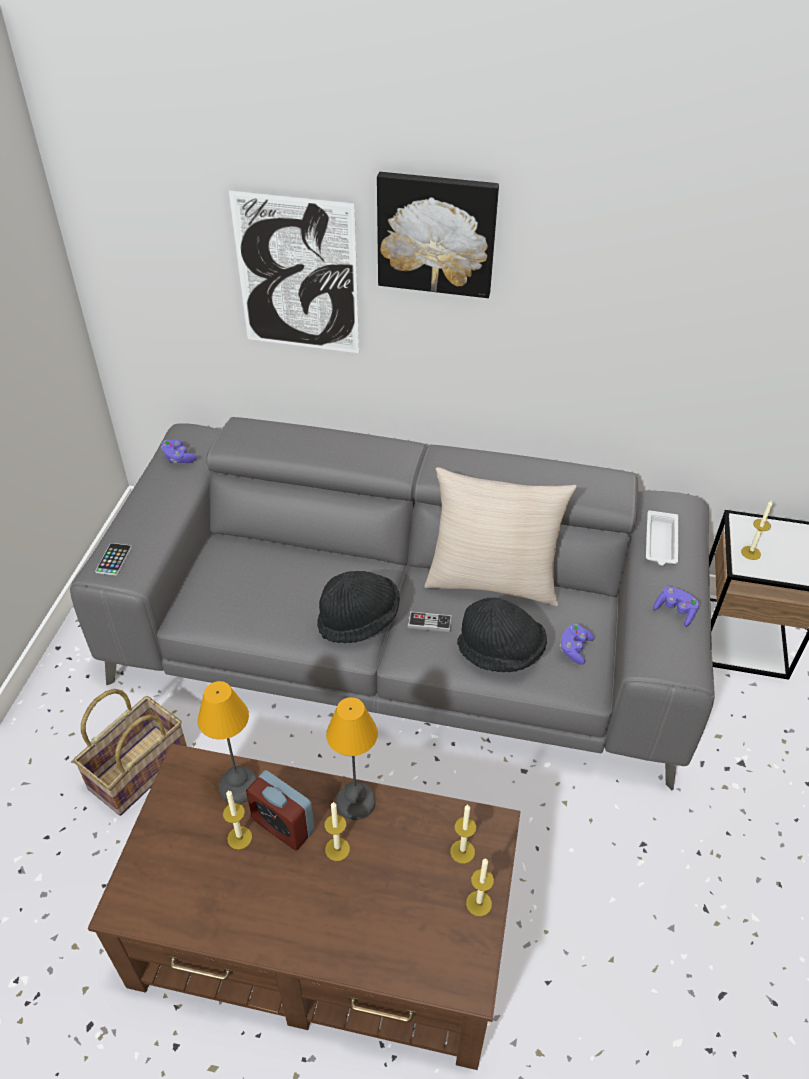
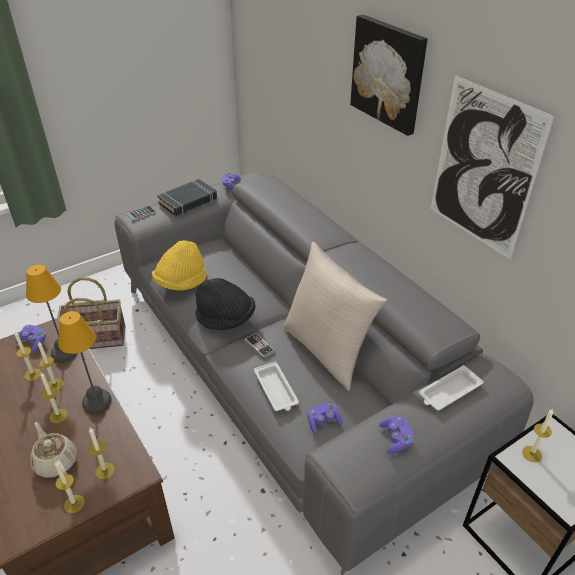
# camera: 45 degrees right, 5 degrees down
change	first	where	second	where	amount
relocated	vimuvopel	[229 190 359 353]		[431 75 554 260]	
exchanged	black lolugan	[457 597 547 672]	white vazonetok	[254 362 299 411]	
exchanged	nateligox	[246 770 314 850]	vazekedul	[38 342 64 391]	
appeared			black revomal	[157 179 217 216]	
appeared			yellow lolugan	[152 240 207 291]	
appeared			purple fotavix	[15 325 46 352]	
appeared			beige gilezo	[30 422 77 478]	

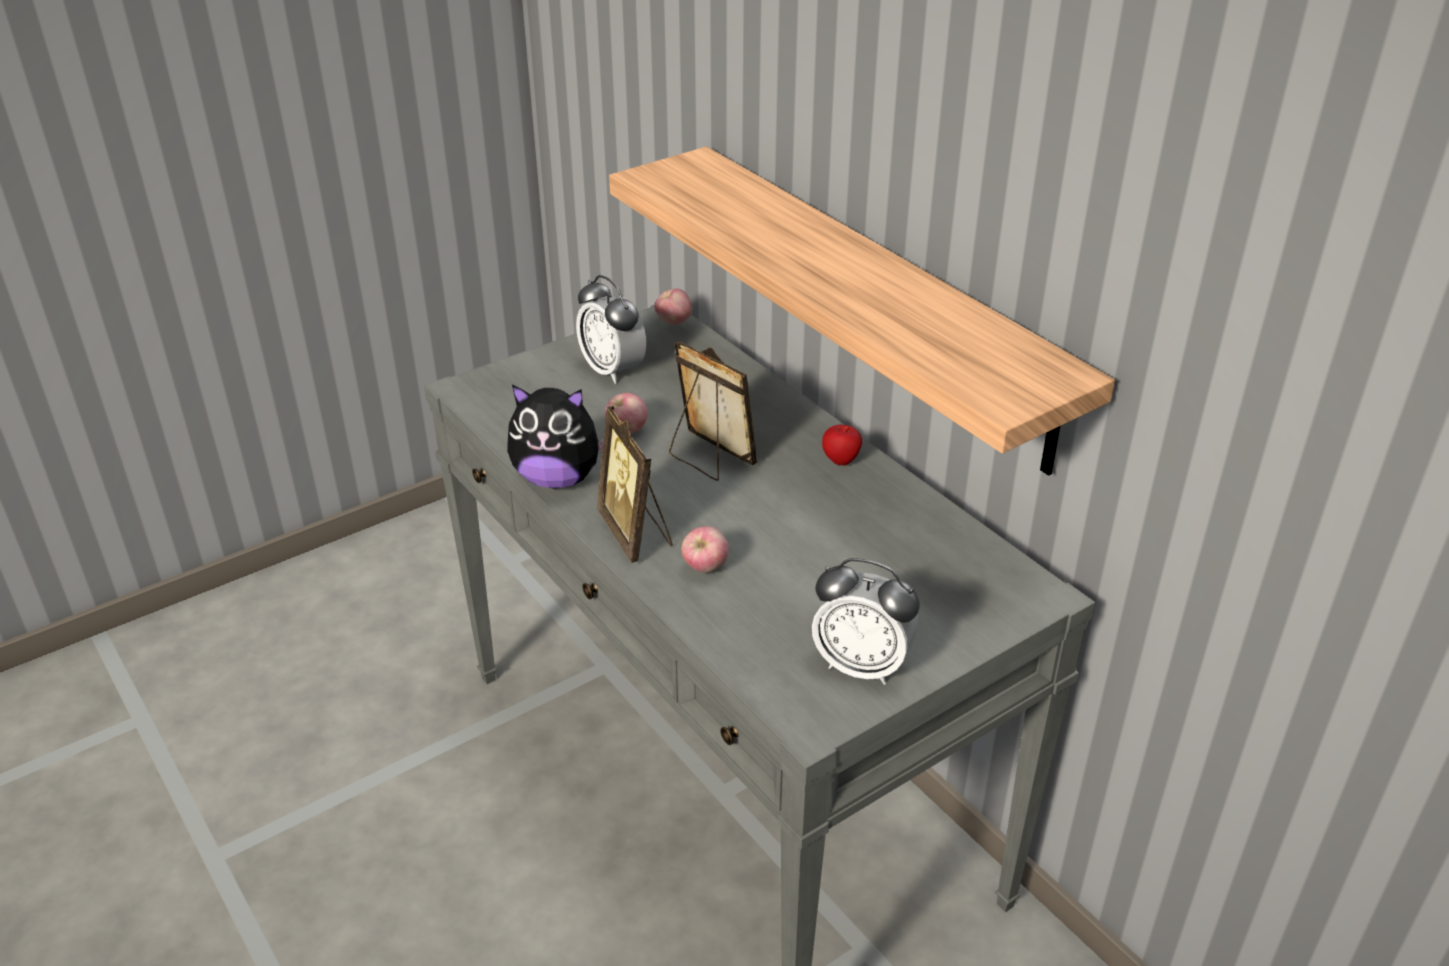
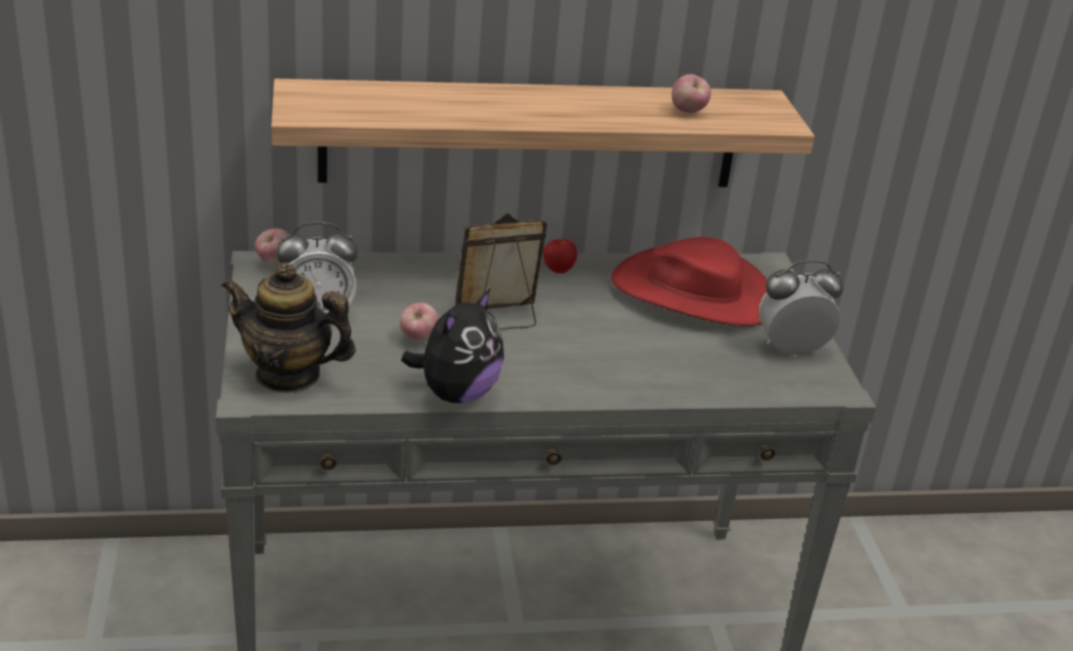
# camera: 65 degrees left, 5 degrees down
change	first	where	second	where	amount
missing	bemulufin	[597 406 673 563]			
relocated	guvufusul	[681 526 729 573]		[672 74 711 113]	
spun	nateligox	[812 558 920 685]		[759 260 844 357]	150 degrees counterclockwise
appeared			red lolugan	[611 237 767 326]	
appeared			gilezo	[221 263 356 393]	

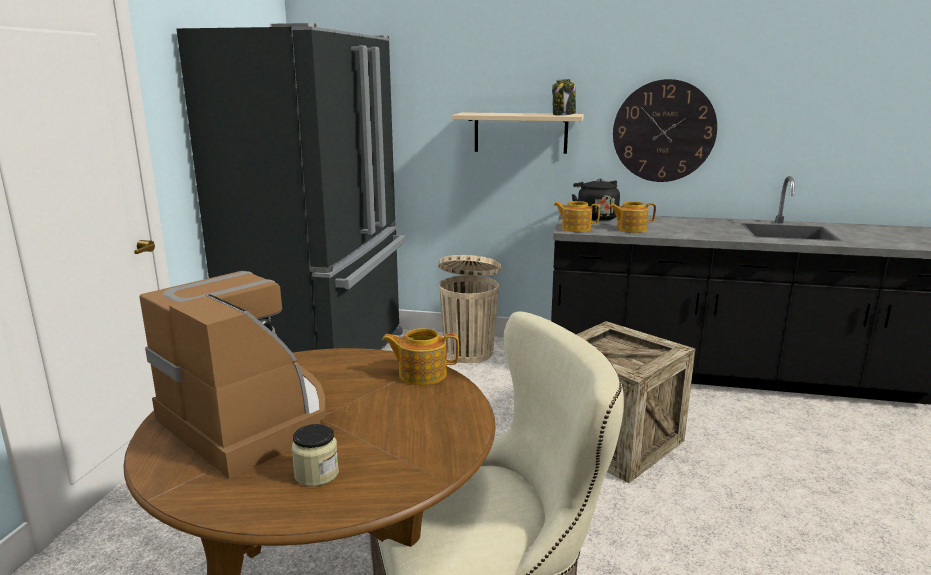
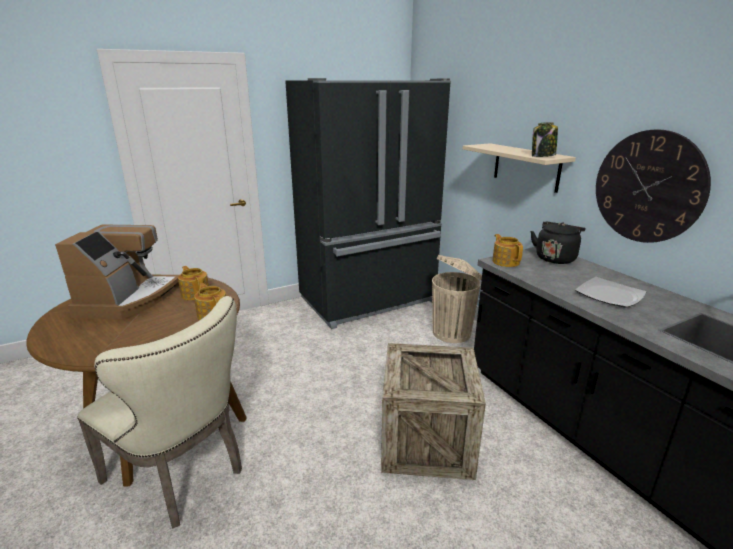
# camera: 50 degrees right, 5 degrees up
change	first	where	second	where	amount
relocated	gilezo	[609 202 656 233]		[178 266 209 300]	
missing	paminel	[292 424 339 487]			
appeared			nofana	[575 277 646 308]	

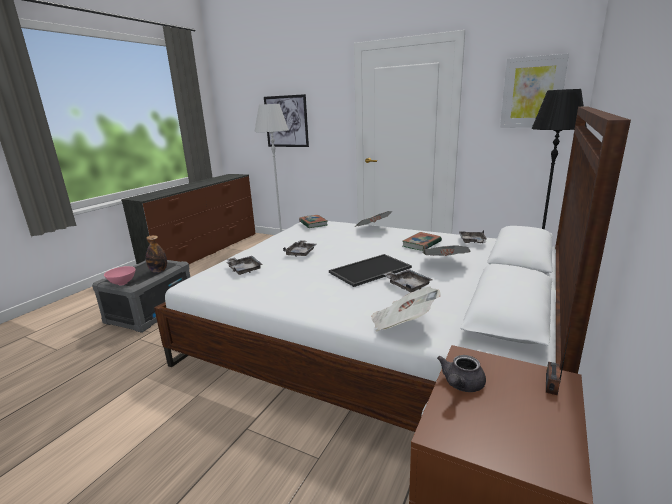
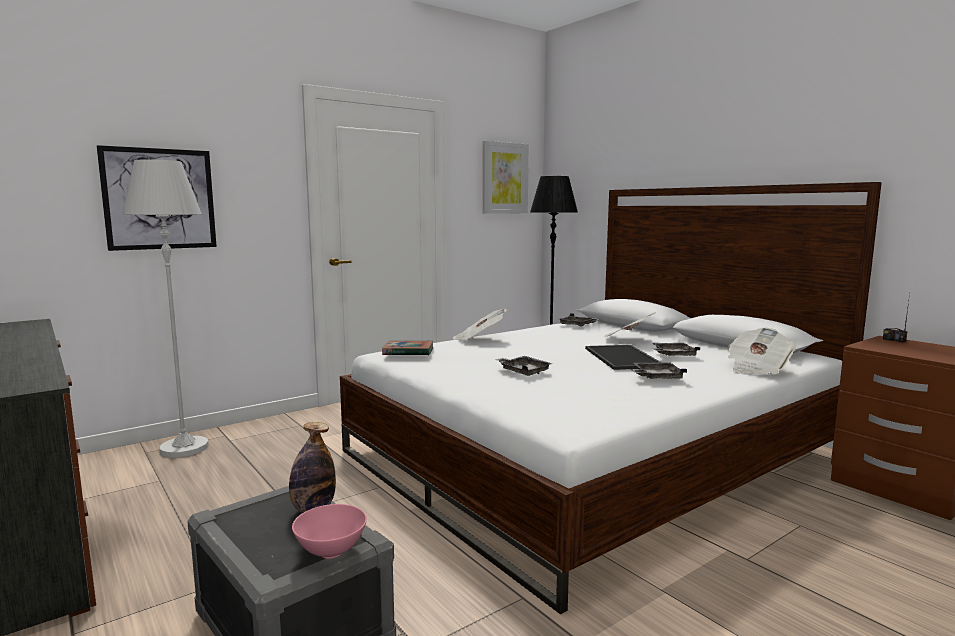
# camera: 65 degrees left, 10 degrees down
change	first	where	second	where	amount
missing	revomal	[402 232 442 251]			
relocated	grey vazonetok	[226 256 263 275]		[631 362 687 379]	
missing	grey gilezo	[437 355 486 392]			

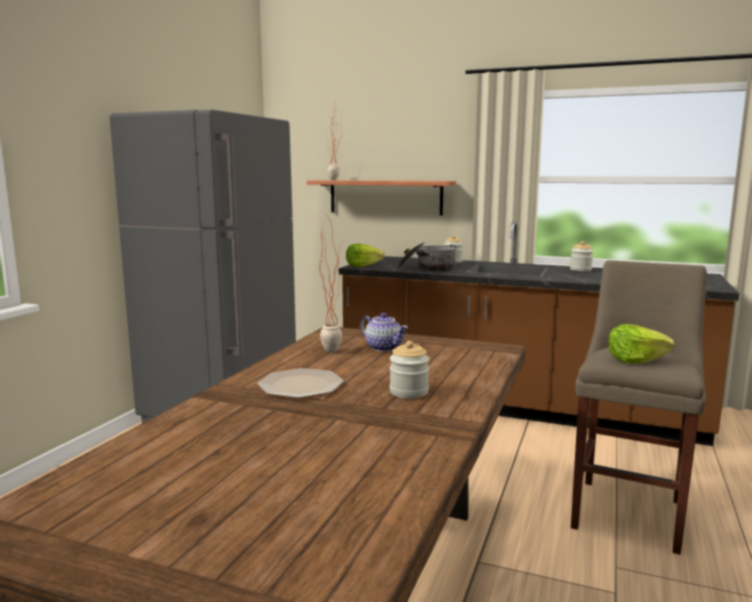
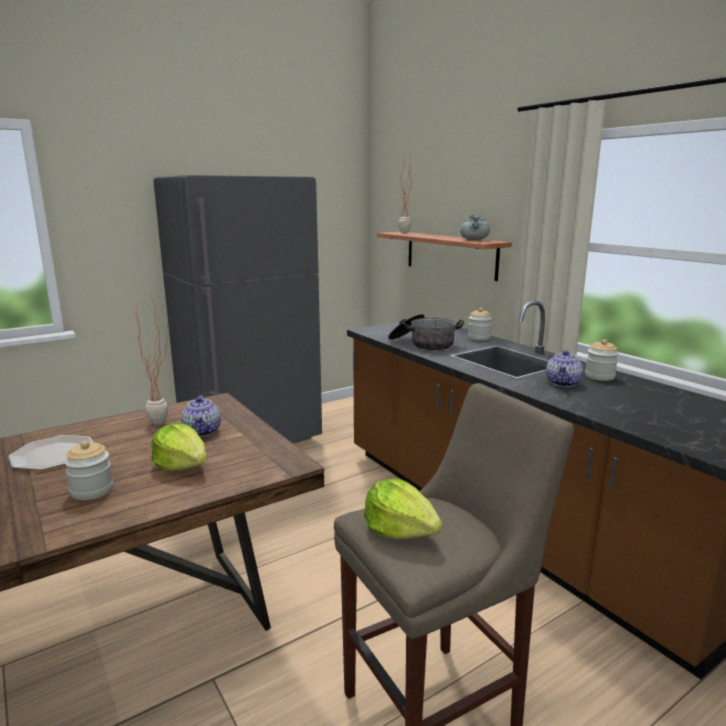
# camera: 35 degrees right, 5 degrees up
change	first	where	second	where	amount
relocated	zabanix	[346 244 385 267]		[151 423 207 470]	
appeared			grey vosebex	[460 214 490 240]	
appeared			gilezo	[546 350 583 387]	

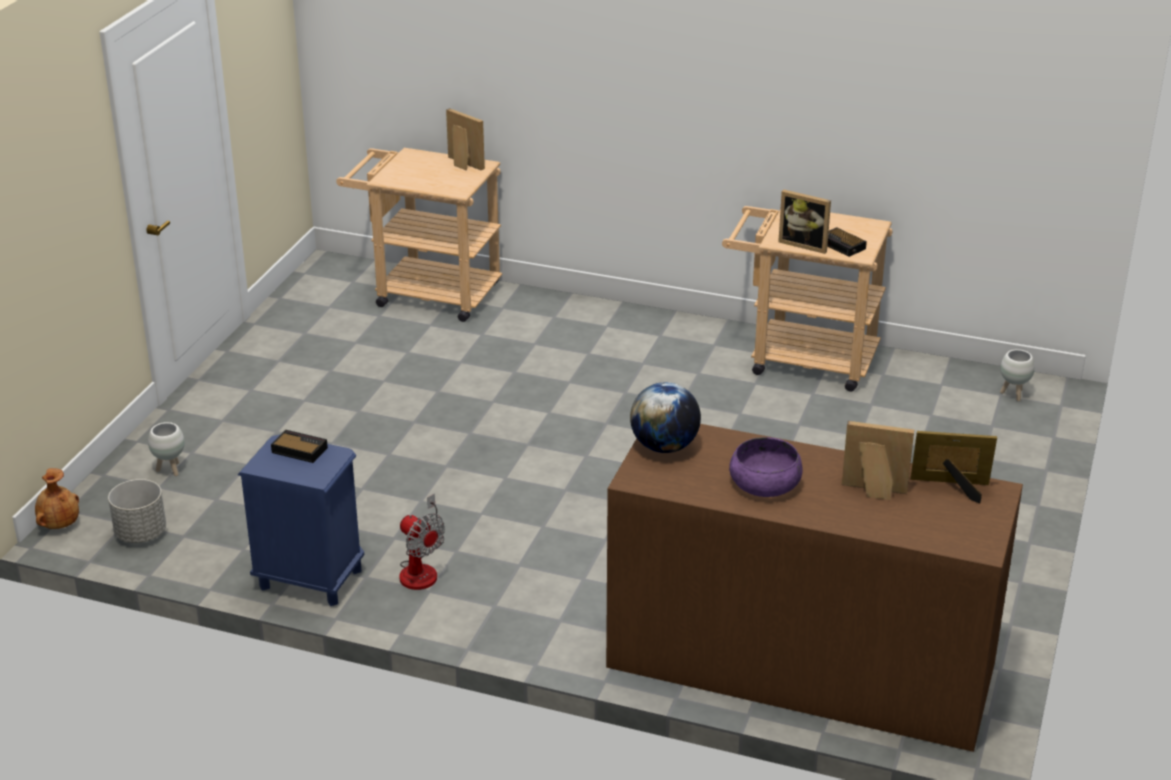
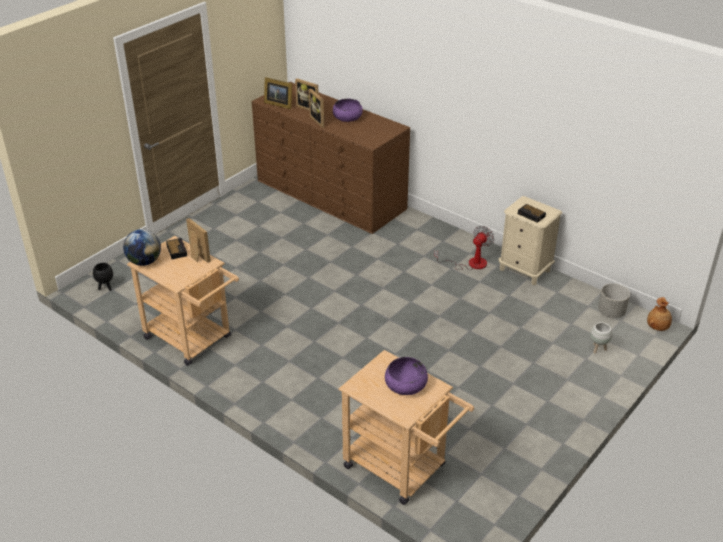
# camera: 160 degrees left, 5 degrees up
change	first	where	second	where	amount
relocated	bemulufin	[446 108 485 170]		[309 89 325 128]	
colour	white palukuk	[1000 349 1035 401]	black palukuk	[93 263 113 291]	
relocated	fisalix	[630 382 701 453]		[123 229 161 266]	
colour	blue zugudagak	[238 434 364 606]	beige zugudagak	[499 196 563 285]	
spun	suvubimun	[399 493 445 590]		[434 226 494 270]	60 degrees clockwise
appeared			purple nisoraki	[385 357 428 395]	

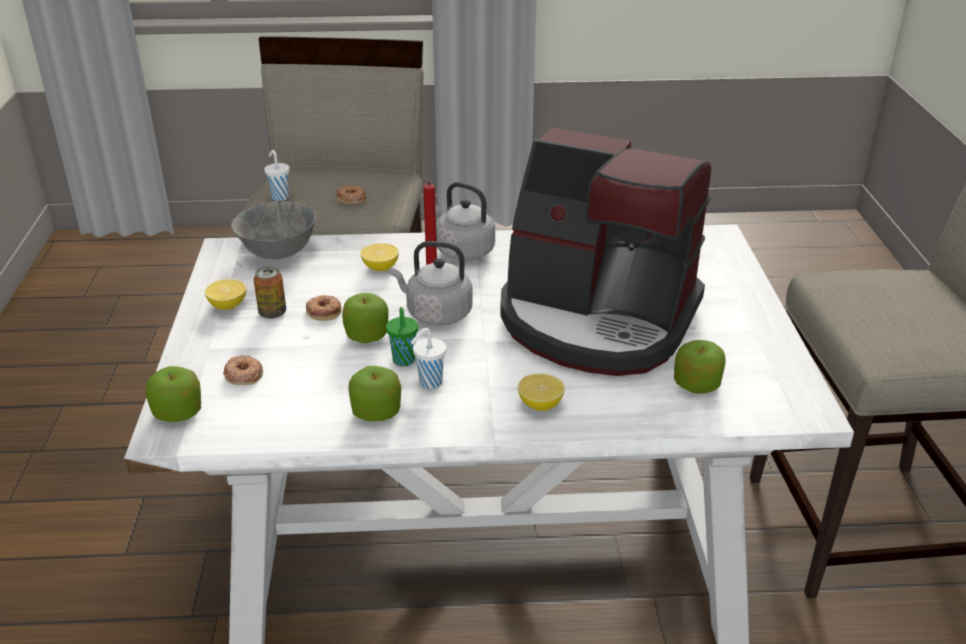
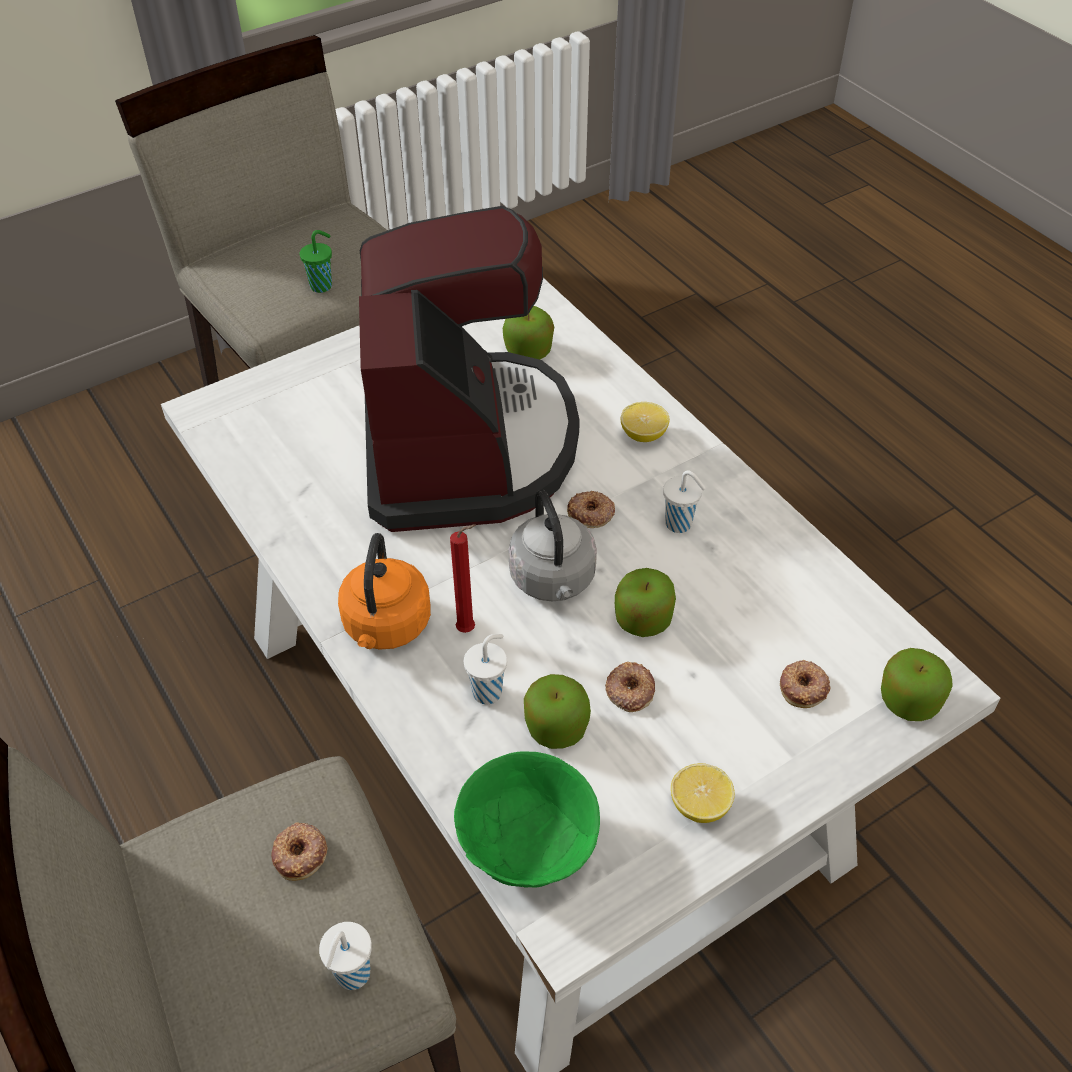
# camera: 120 degrees left, 15 degrees up
change	first	where	second	where	amount
colour	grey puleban	[435 182 495 261]	orange puleban	[338 533 431 650]	
colour	grey nisoraki	[231 201 316 259]	green nisoraki	[454 751 600 888]	
exchanged	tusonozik	[360 243 399 271]	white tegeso	[464 634 507 705]	
missing	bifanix	[254 266 286 319]			
relocated	green tegeso	[386 307 418 366]		[300 230 332 293]	
relocated	guvufusul	[349 366 401 422]		[524 674 591 749]	
appeared			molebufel	[567 491 615 528]	

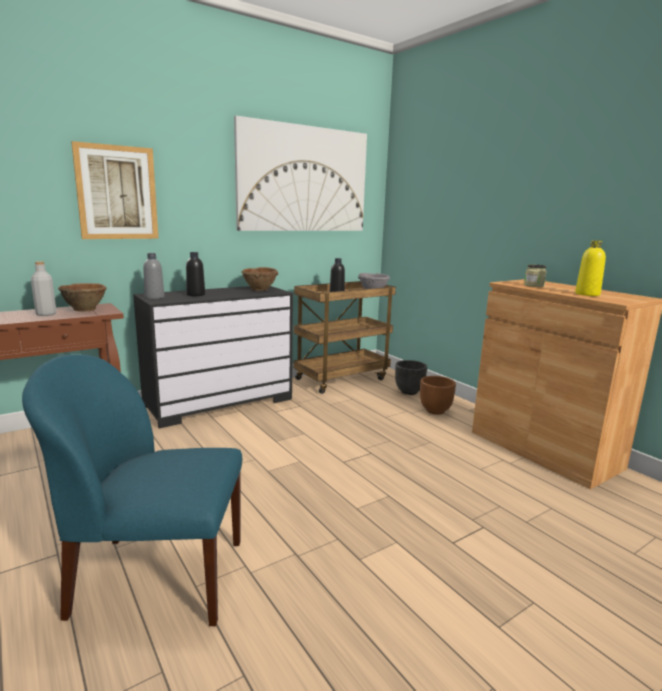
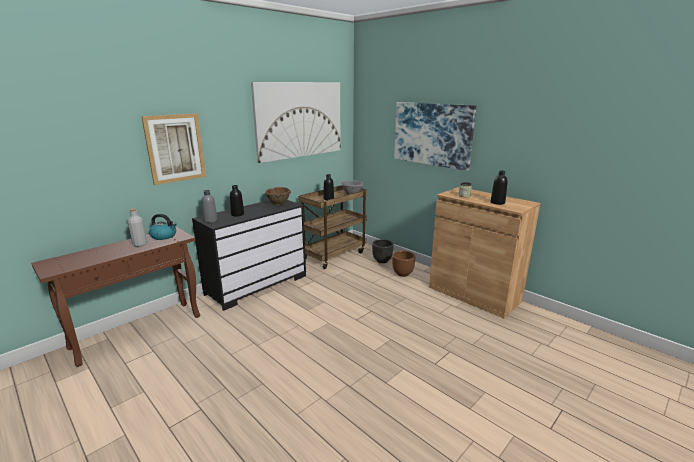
# camera: 10 degrees left, 5 degrees up
change	first	where	second	where	amount
colour	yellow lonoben	[575 240 606 296]	black lonoben	[491 170 508 205]	
exchanged	brown nisoraki	[58 283 107 312]	puleban	[149 214 176 240]	
missing	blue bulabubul	[22 354 242 626]			
appeared			vimuvopel	[394 102 476 171]	

